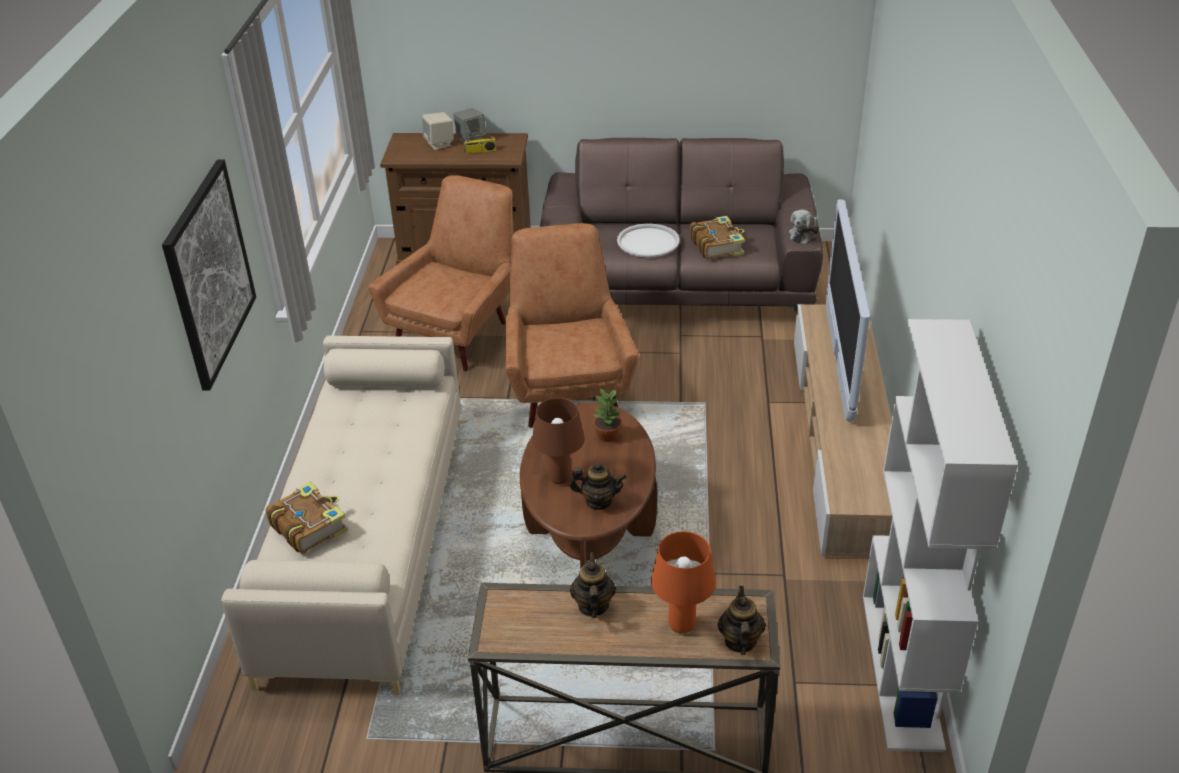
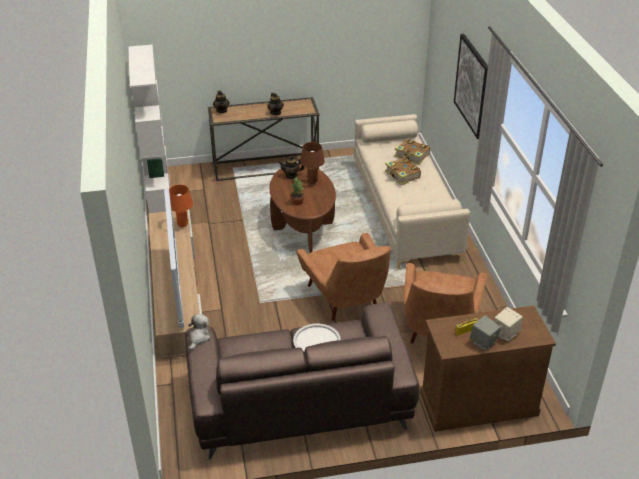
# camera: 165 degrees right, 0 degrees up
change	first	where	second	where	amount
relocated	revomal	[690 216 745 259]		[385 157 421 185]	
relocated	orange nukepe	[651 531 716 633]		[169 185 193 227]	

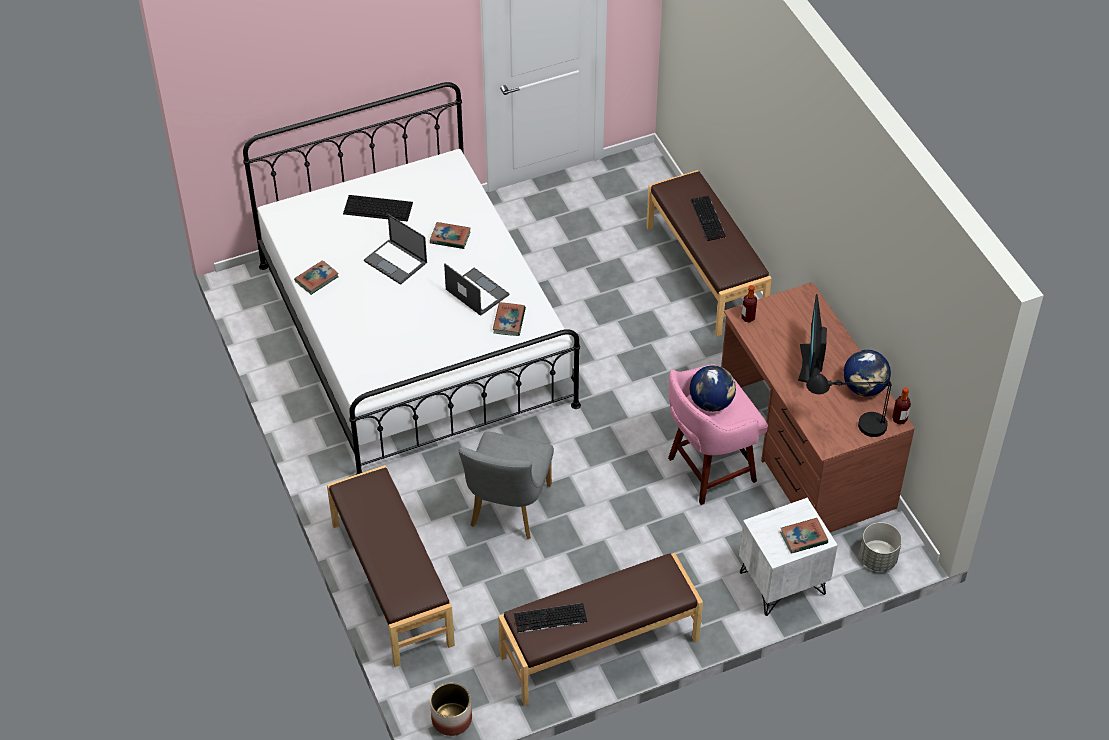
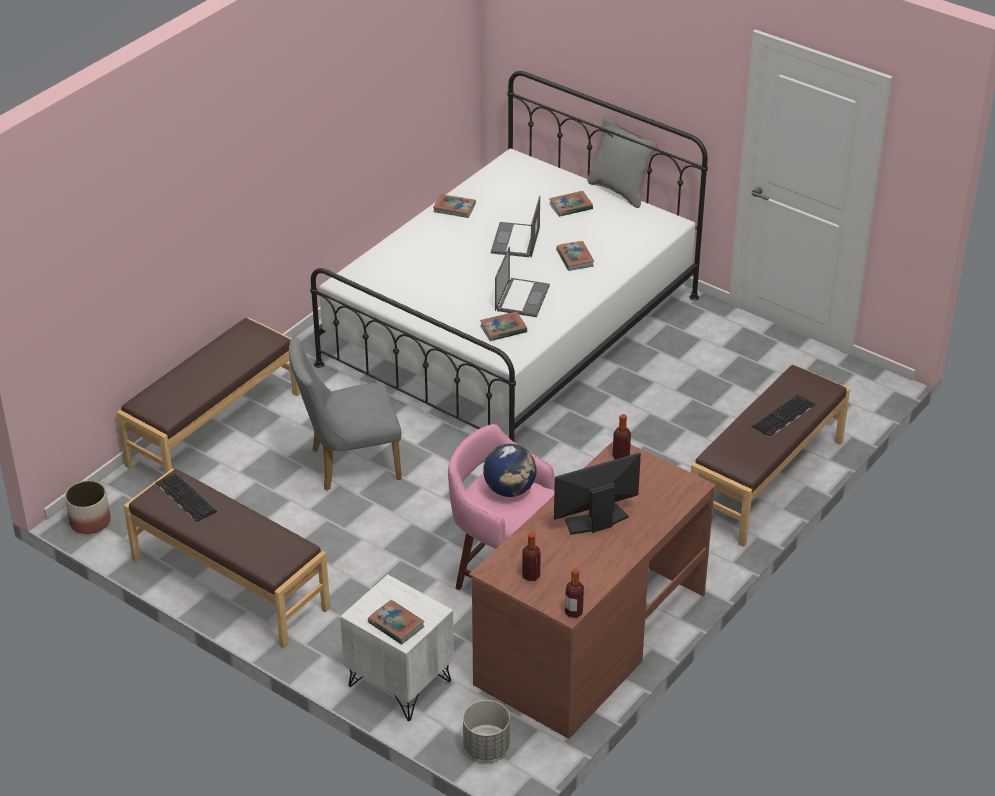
# camera: 60 degrees right, 10 degrees down
change	first	where	second	where	amount
exchanged	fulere	[343 195 413 222]	revomal	[549 191 593 217]	
missing	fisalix	[843 350 891 396]			
exchanged	black nukepe	[806 374 892 437]	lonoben	[522 532 541 581]	
appeared			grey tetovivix	[587 117 658 208]	

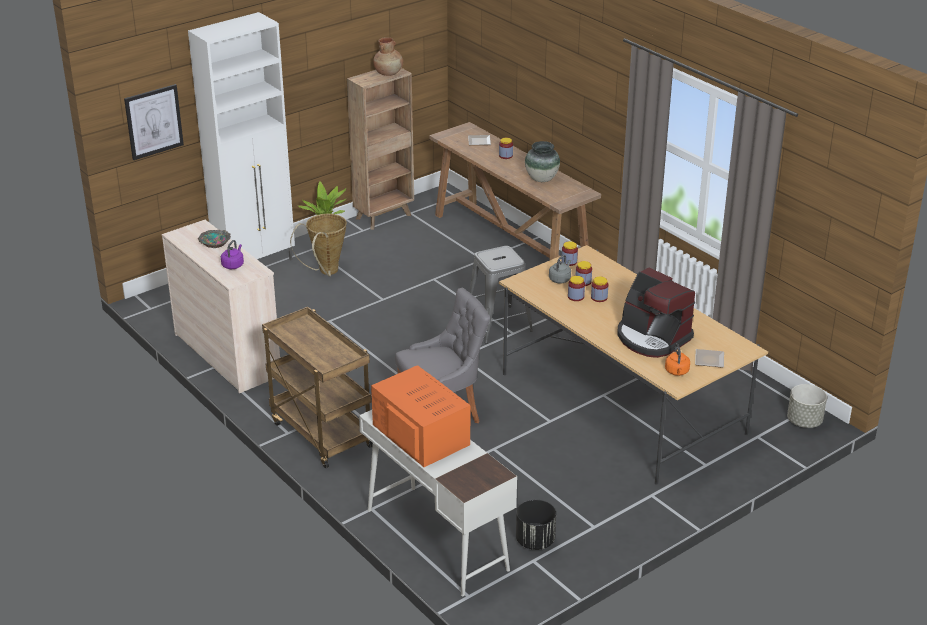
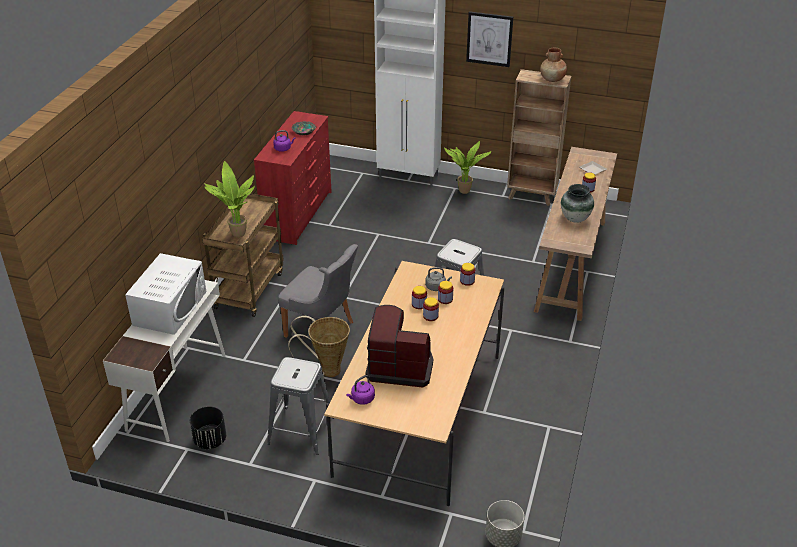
# camera: 55 degrees right, 5 degrees up
change	first	where	second	where	amount
relocated	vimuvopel	[124 84 184 160]		[466 11 513 67]	
relocated	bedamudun	[290 214 347 276]		[288 316 350 377]	
colour	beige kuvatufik	[162 220 280 393]	red kuvatufik	[254 111 332 245]	
spun	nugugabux	[618 267 695 358]		[365 305 433 387]	90 degrees clockwise
colour	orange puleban	[665 343 690 376]	purple puleban	[346 375 375 405]	
missing	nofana	[695 349 724 368]			
colour	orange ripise	[371 365 470 467]	white ripise	[125 253 206 335]	
appeared			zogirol	[204 161 255 238]	
appeared			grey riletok	[267 357 334 455]	

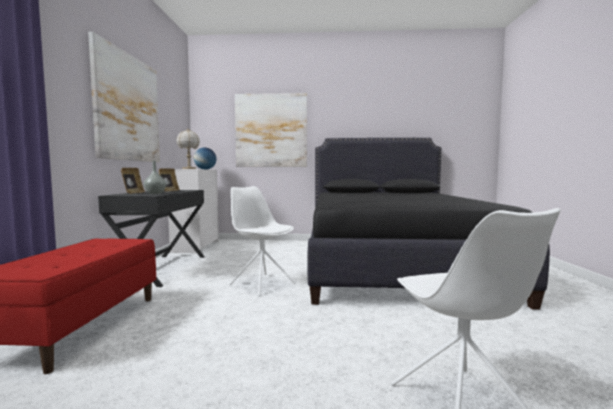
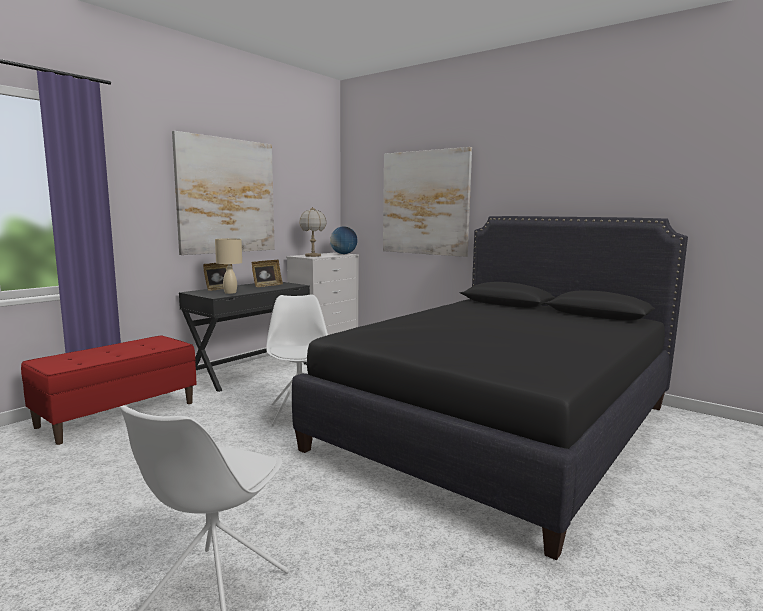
# camera: 35 degrees right, 5 degrees up
change	first	where	second	where	amount
exchanged	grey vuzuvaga	[144 161 166 194]	beige nukepe	[215 238 242 294]	

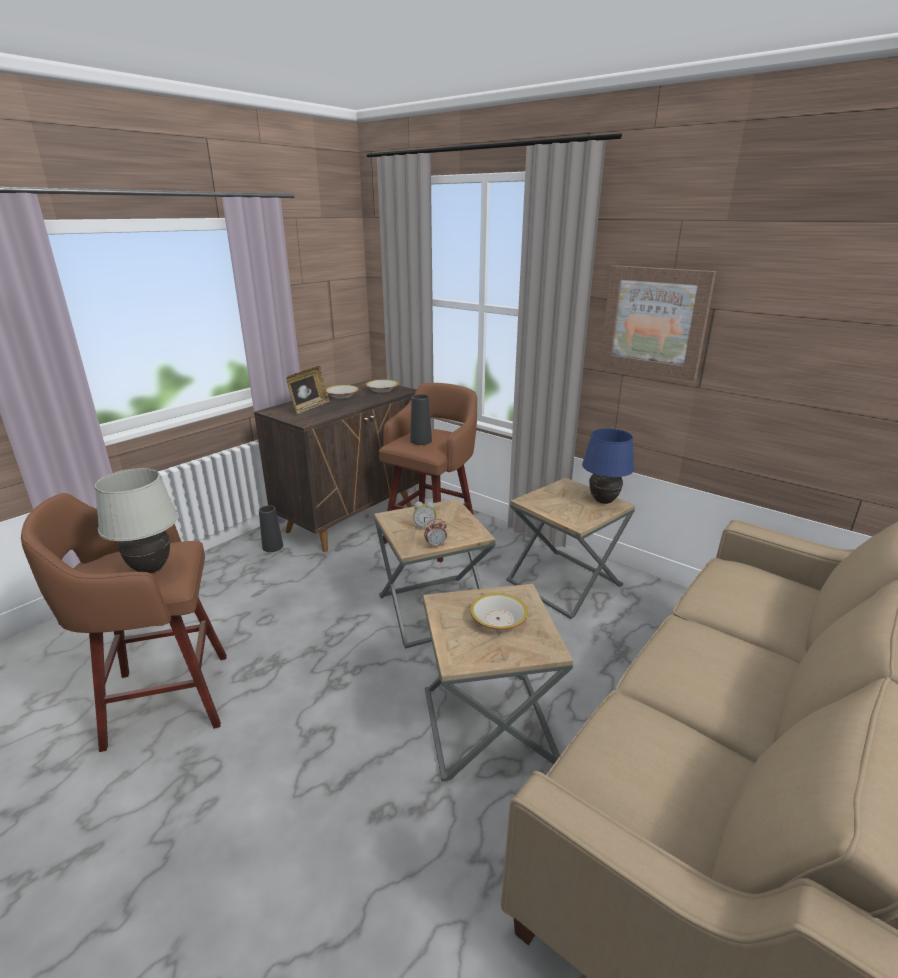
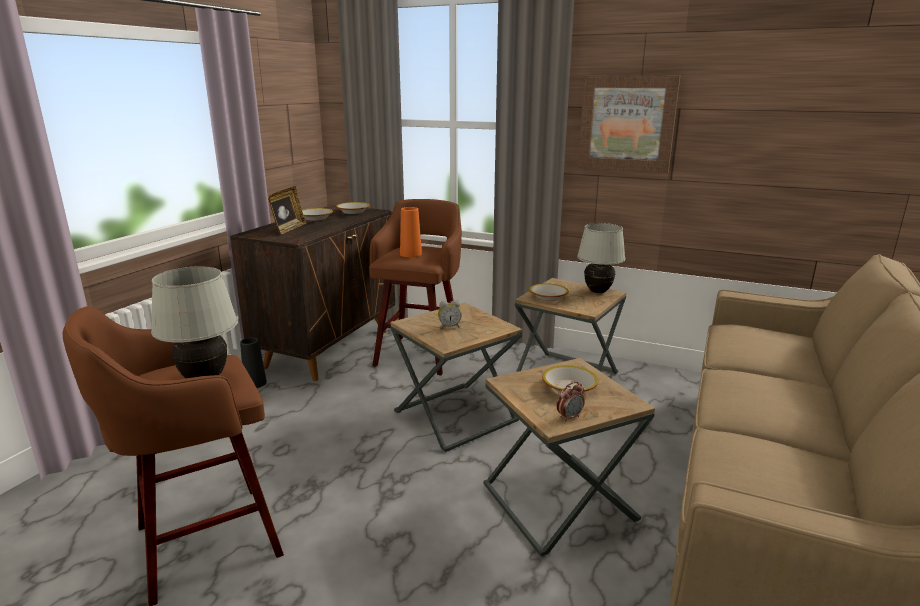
# camera: 15 degrees left, 5 degrees down
change	first	where	second	where	amount
colour	black vuzuvaga	[410 394 432 445]	orange vuzuvaga	[400 207 422 257]	
colour	blue nukepe	[582 428 635 504]	white nukepe	[577 223 625 293]	
relocated	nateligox	[424 519 447 548]		[557 382 585 422]	
appeared			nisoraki	[529 283 569 301]	

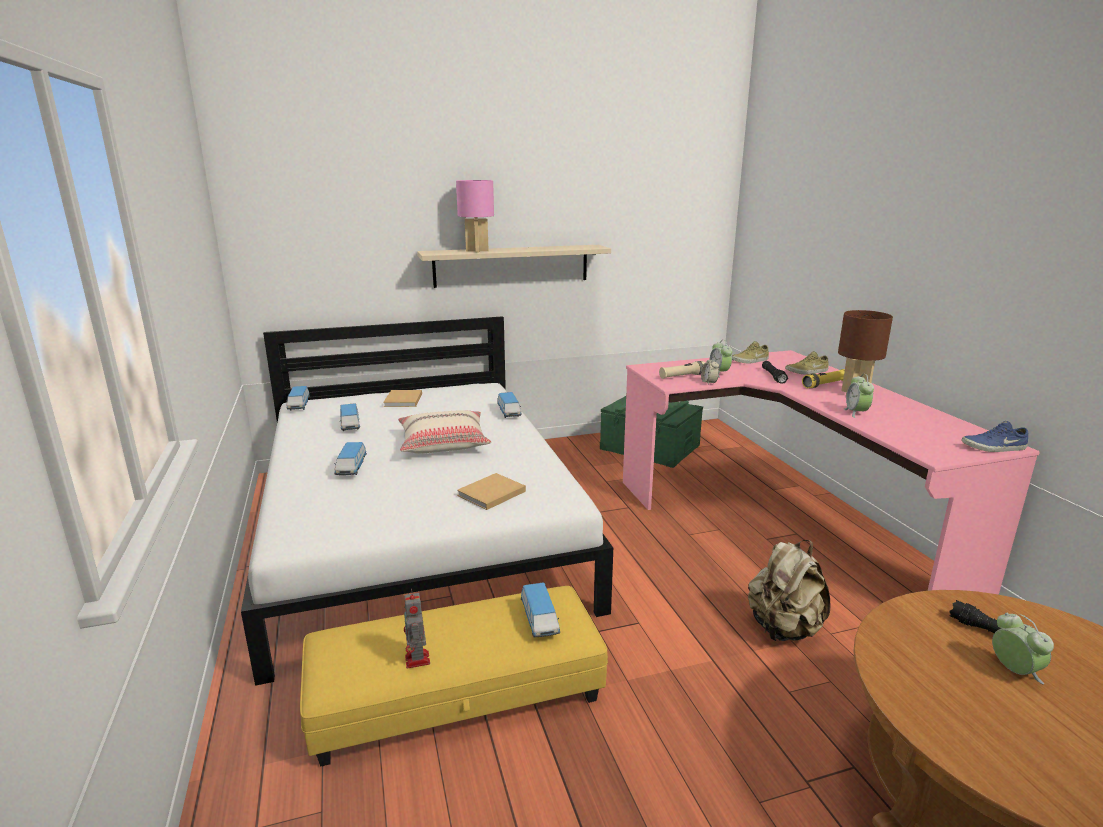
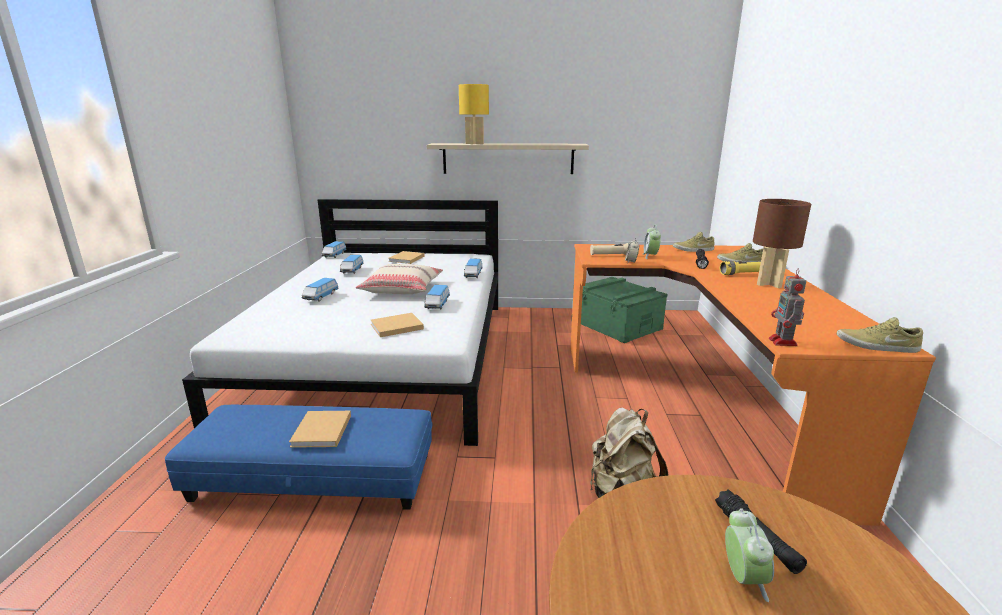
# camera: 20 degrees right, 0 degrees up
change	first	where	second	where	amount
colour	pink nukepe	[456 180 494 253]	yellow nukepe	[459 84 489 144]	
colour	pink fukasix	[623 350 1040 595]	orange fukasix	[571 244 936 526]	
missing	nateligox	[844 374 874 418]			
colour	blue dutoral	[961 421 1028 452]	beige dutoral	[837 317 923 353]	
relocated	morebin	[521 583 560 637]		[424 285 450 309]	
colour	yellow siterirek	[300 586 608 767]	blue siterirek	[165 405 433 510]	
relocated	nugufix	[404 589 430 669]		[769 268 806 346]	
appeared			beige revomal	[289 411 351 448]	

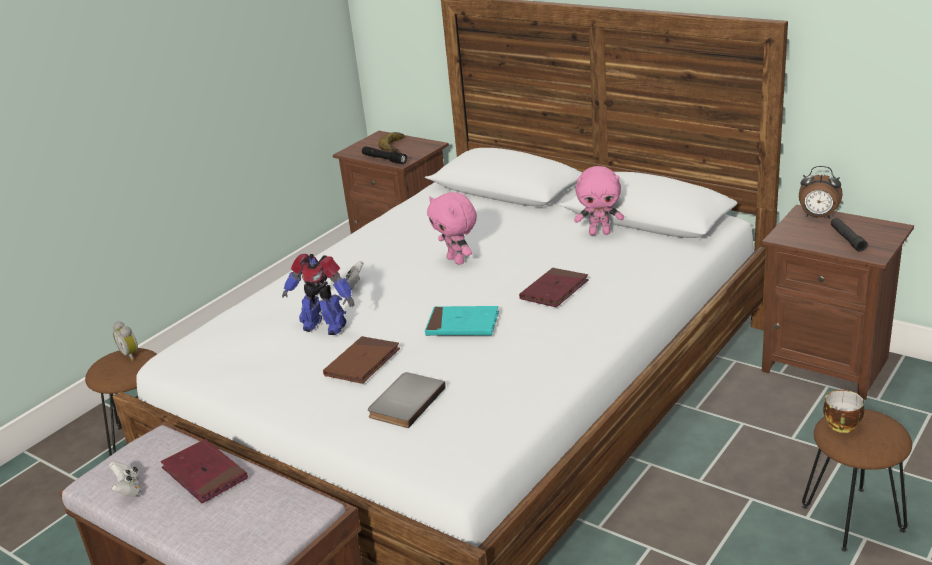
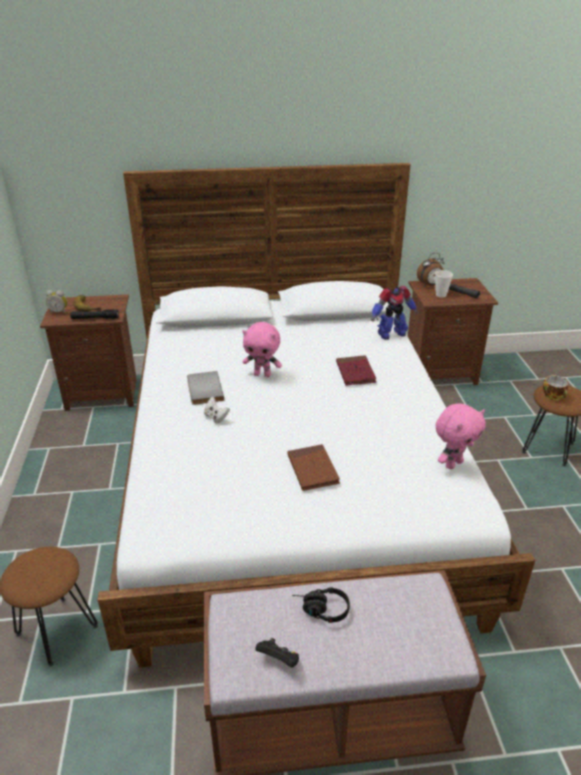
# camera: 45 degrees left, 5 degrees up
change	first	where	second	where	amount
relocated	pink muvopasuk	[574 166 624 235]		[436 403 486 469]	
relocated	nugufix	[282 254 355 335]		[371 286 418 340]	
missing	turquoise revomal	[425 306 499 336]			
relocated	nateligox	[113 322 139 361]		[46 290 67 314]	
relocated	grey revomal	[368 372 446 428]		[187 371 224 405]	
exchanged	red revomal	[161 439 248 504]	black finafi	[292 587 350 623]	
colour	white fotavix	[109 461 141 497]	black fotavix	[255 638 299 668]	
appeared			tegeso	[435 270 453 297]	

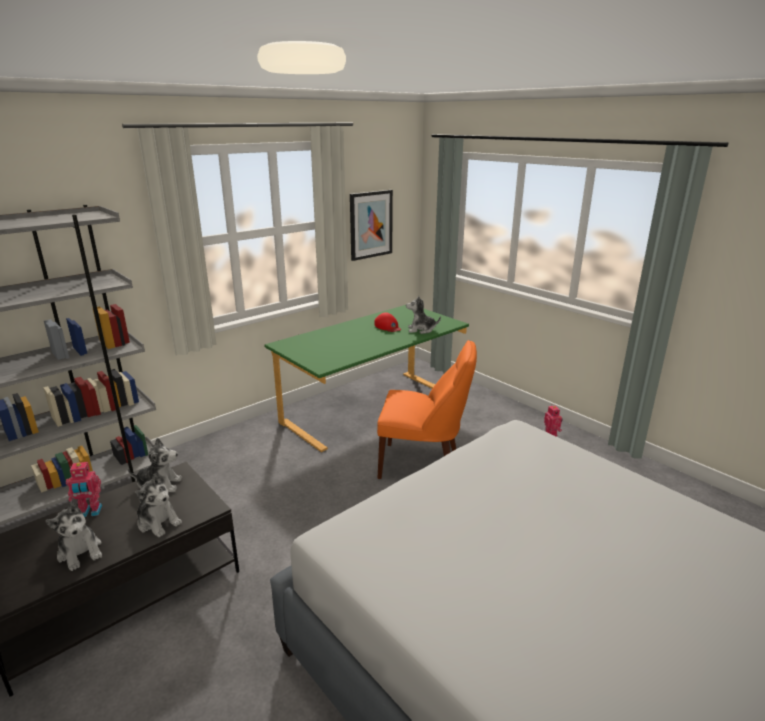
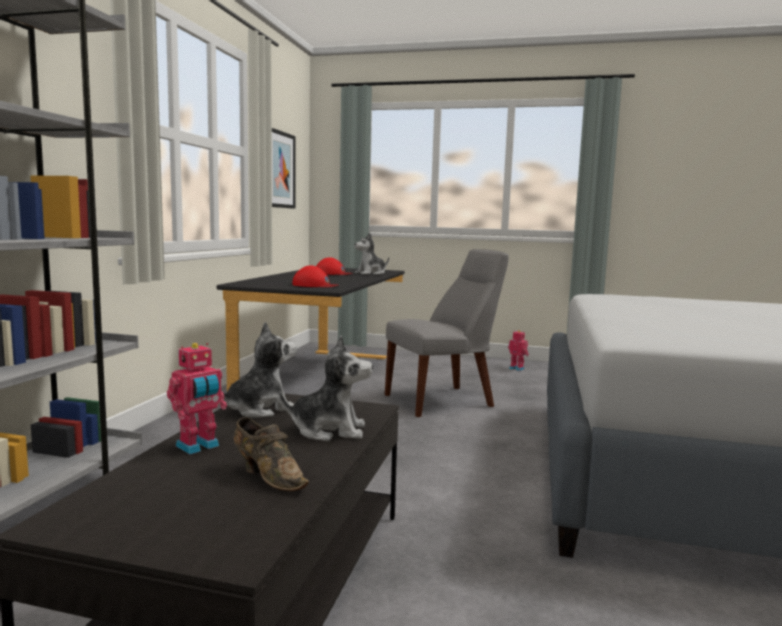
# camera: 35 degrees left, 15 degrees down
change	first	where	second	where	amount
colour	green fukasix	[264 305 469 452]	black fukasix	[217 268 405 391]	
colour	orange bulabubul	[377 340 477 479]	grey bulabubul	[385 249 509 417]	
exchanged	muvopasuk	[46 502 102 571]	brown dutoral	[234 417 309 491]	
appeared			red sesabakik	[292 266 339 288]	

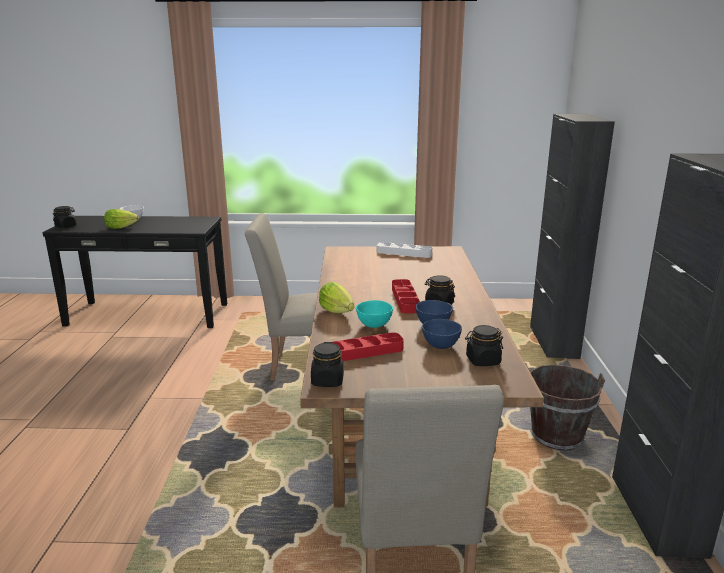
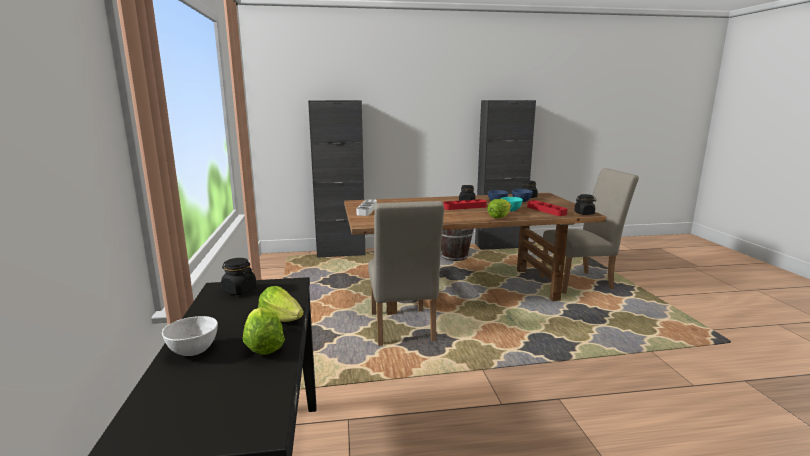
# camera: 100 degrees left, 5 degrees down
change	first	where	second	where	amount
relocated	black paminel	[53 206 77 228]		[221 258 257 295]	
appeared			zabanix	[258 286 304 322]	

